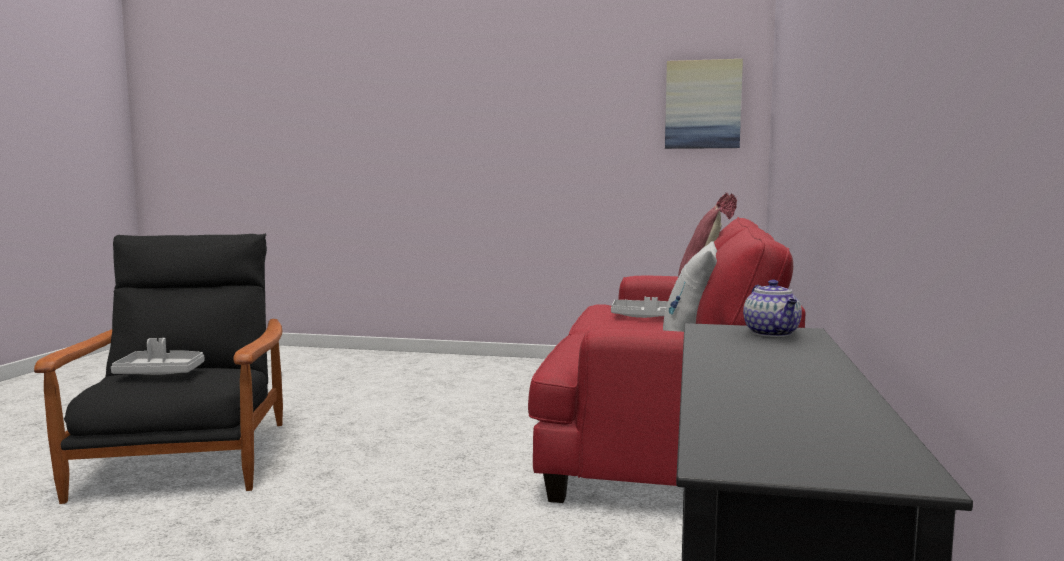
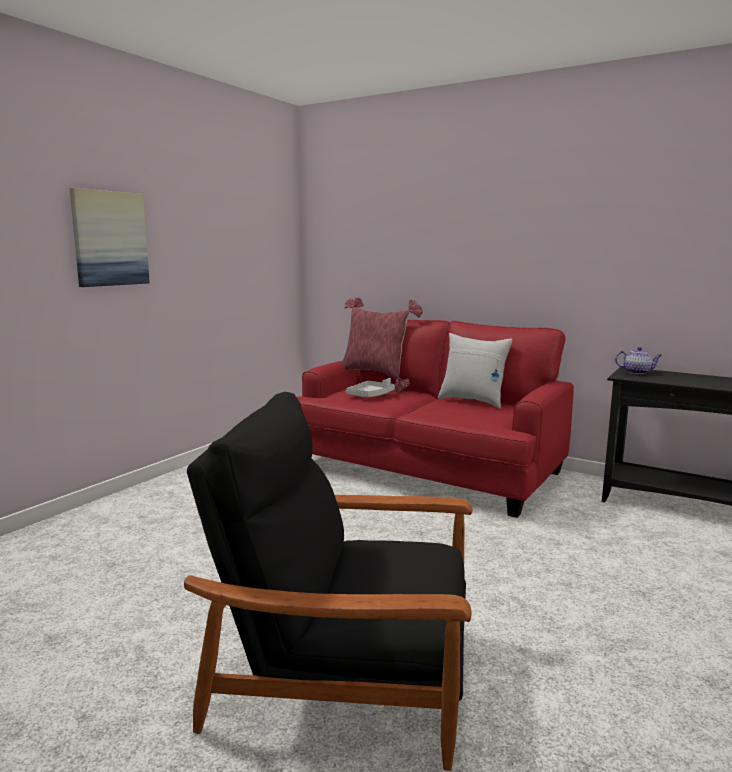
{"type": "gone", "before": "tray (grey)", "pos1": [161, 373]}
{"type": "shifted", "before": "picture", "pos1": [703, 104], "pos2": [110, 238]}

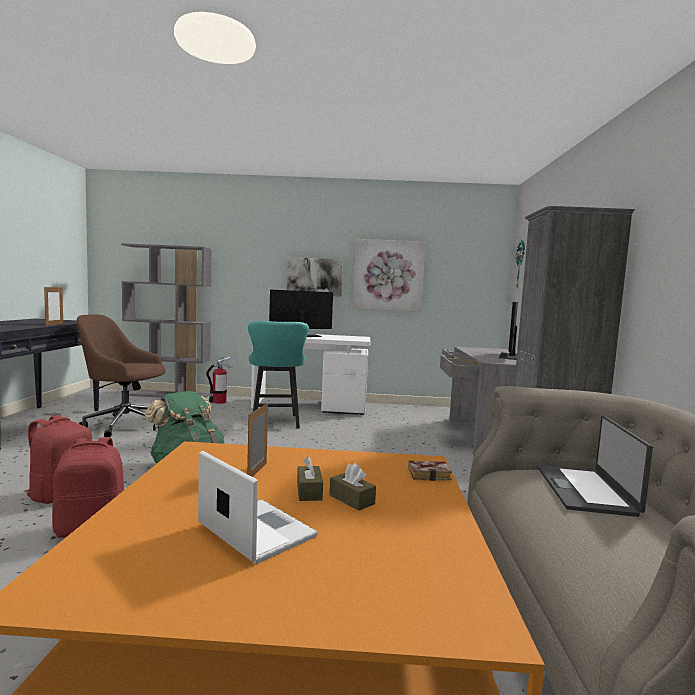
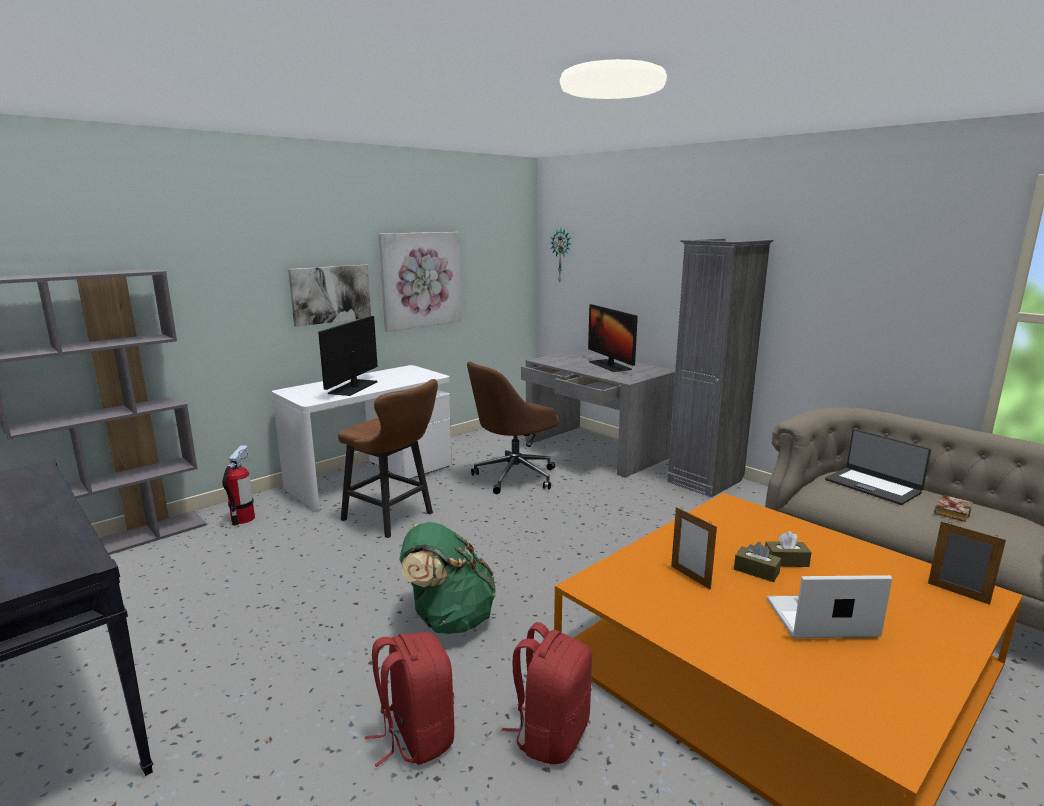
{"type": "shifted", "before": "picture frame", "pos1": [54, 324], "pos2": [958, 593]}
{"type": "shifted", "before": "office chair (brown)", "pos1": [124, 425], "pos2": [514, 477]}
{"type": "repainted", "before": "stool (turquoise)", "after": "stool (brown)", "pos1": [275, 424], "pos2": [395, 519]}
{"type": "shifted", "before": "book", "pos1": [430, 474], "pos2": [951, 511]}

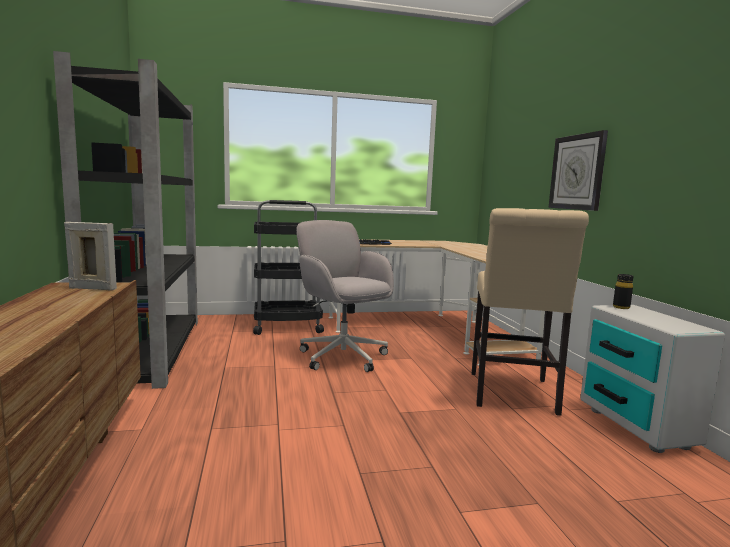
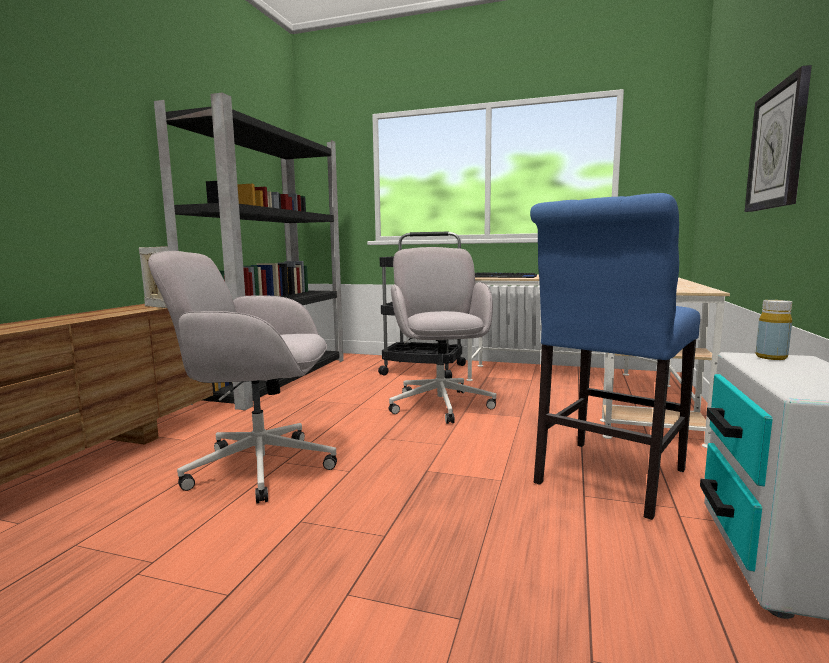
{"type": "repainted", "before": "stool (beige)", "after": "stool (blue)", "pos1": [512, 395], "pos2": [605, 480]}
{"type": "repainted", "before": "bottle (black)", "after": "bottle (yellow)", "pos1": [621, 307], "pos2": [771, 357]}
{"type": "new", "after": "office chair (grey)", "pos2": [259, 468]}

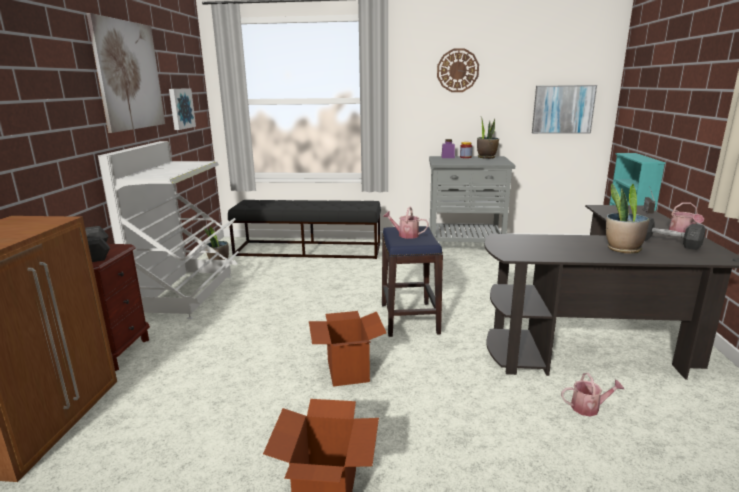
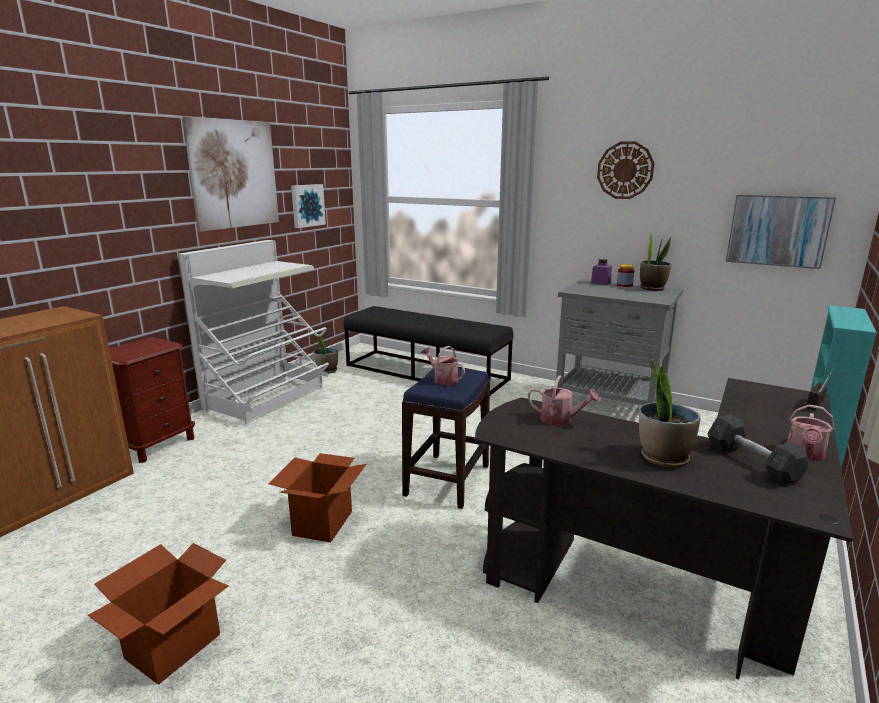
{"type": "gone", "before": "dumbbell (grey)", "pos1": [96, 253]}
{"type": "shifted", "before": "watering can", "pos1": [589, 407], "pos2": [560, 419]}

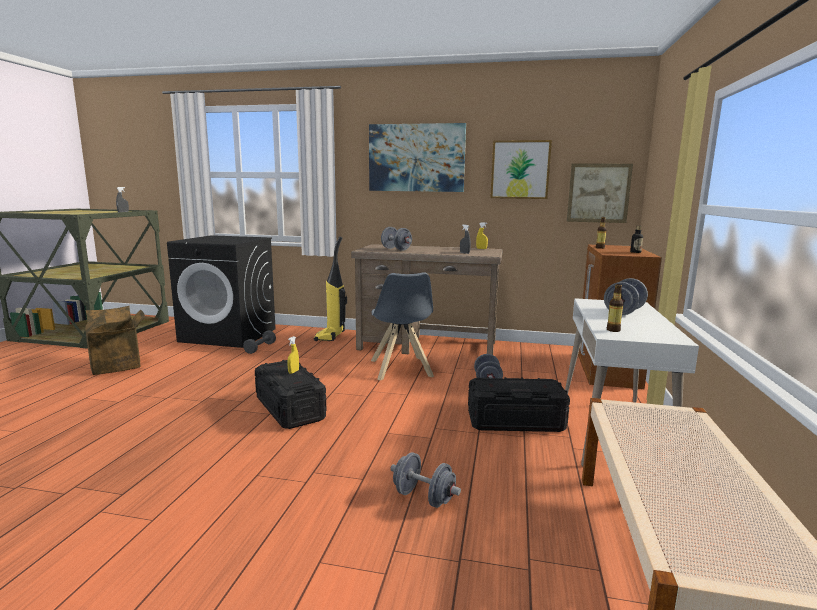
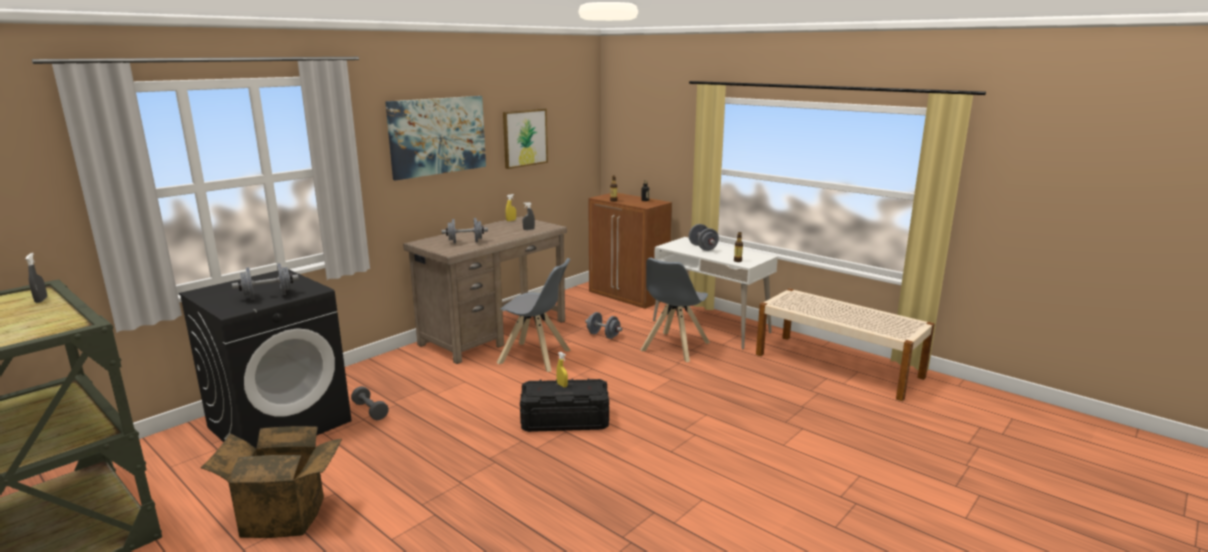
{"type": "gone", "before": "vacuum cleaner", "pos1": [330, 336]}
{"type": "shifted", "before": "dumbbell (grey)", "pos1": [424, 497], "pos2": [268, 296]}
{"type": "swapped", "before": "storage box (black)", "after": "chair (grey)", "pos1": [515, 421], "pos2": [674, 347]}
{"type": "gone", "before": "picture", "pos1": [598, 193]}

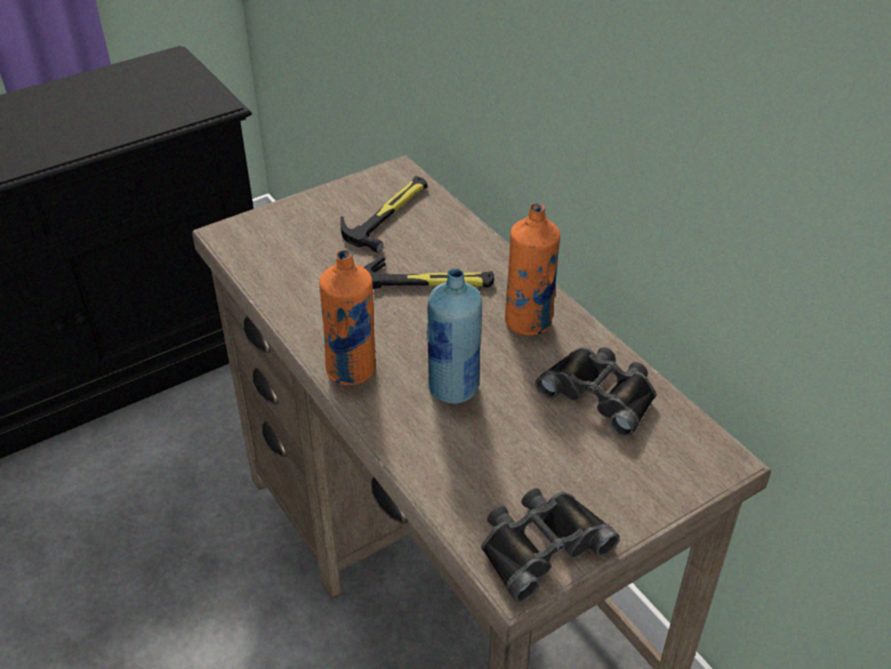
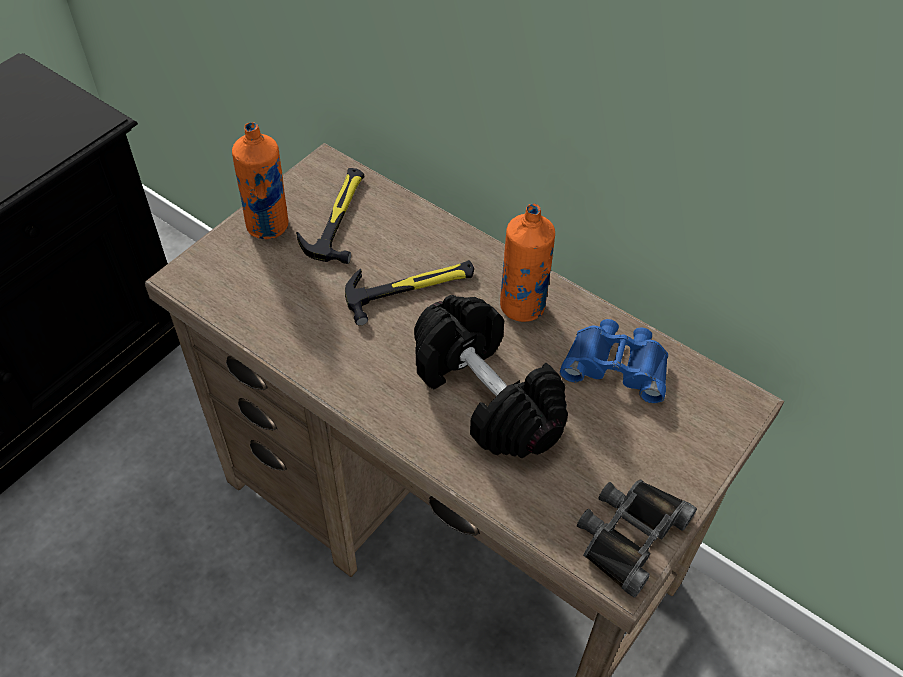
{"type": "shifted", "before": "bottle (orange)", "pos1": [352, 370], "pos2": [268, 226]}
{"type": "swapped", "before": "bottle (blue)", "after": "dumbbell (black)", "pos1": [453, 389], "pos2": [485, 395]}
{"type": "repainted", "before": "binoculars (black)", "after": "binoculars (blue)", "pos1": [601, 393], "pos2": [616, 364]}

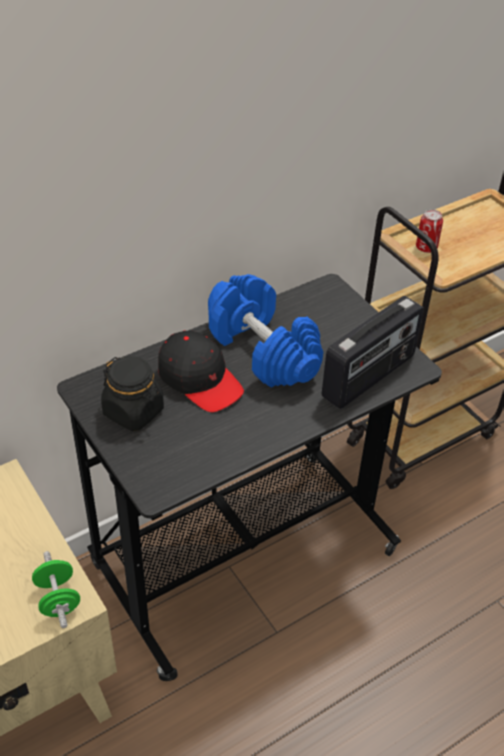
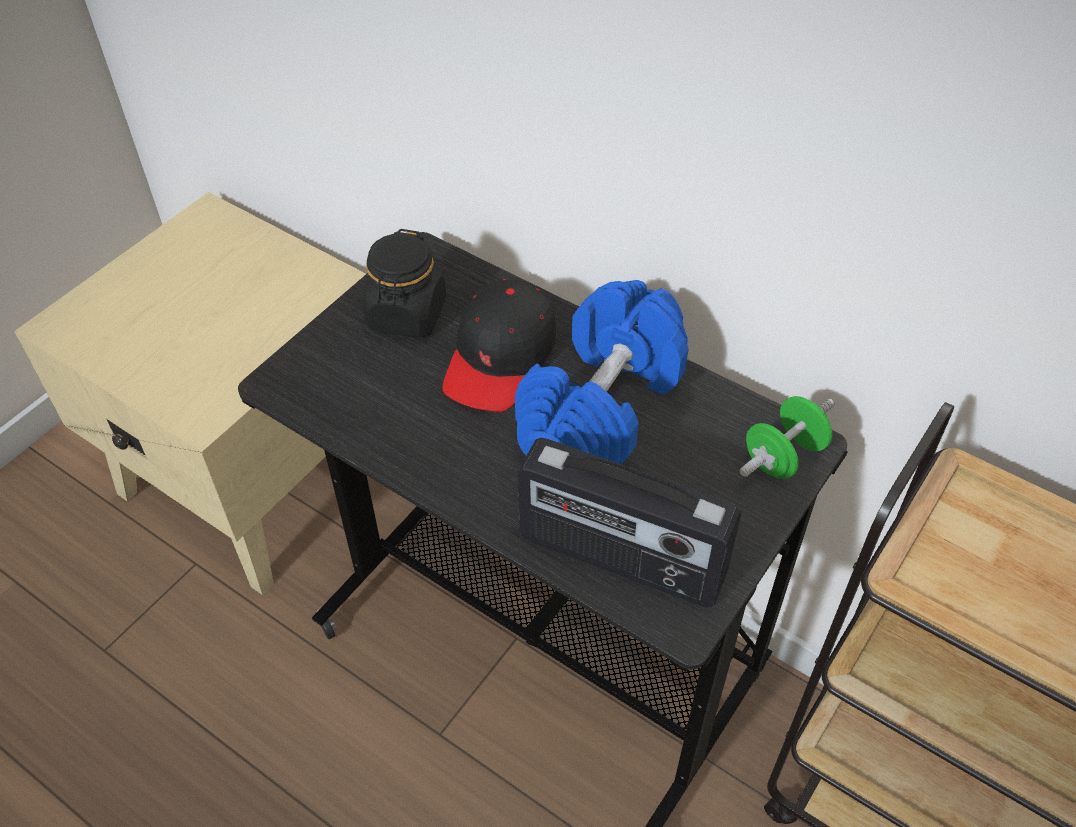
{"type": "shifted", "before": "dumbbell (green)", "pos1": [58, 599], "pos2": [783, 456]}
{"type": "gone", "before": "can", "pos1": [426, 247]}

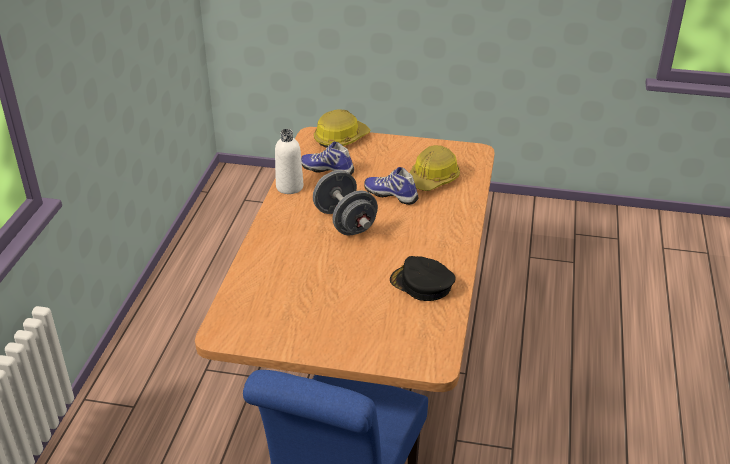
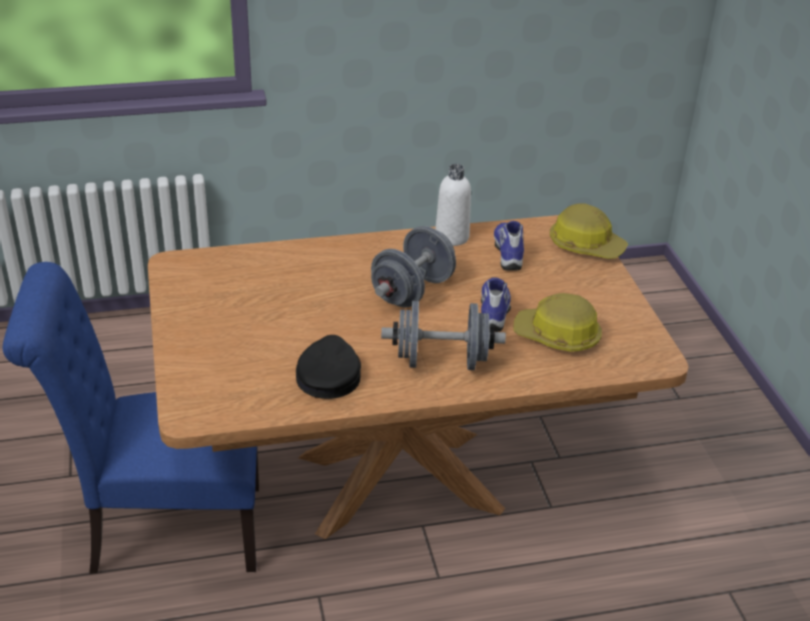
{"type": "new", "after": "dumbbell (grey)", "pos2": [441, 361]}

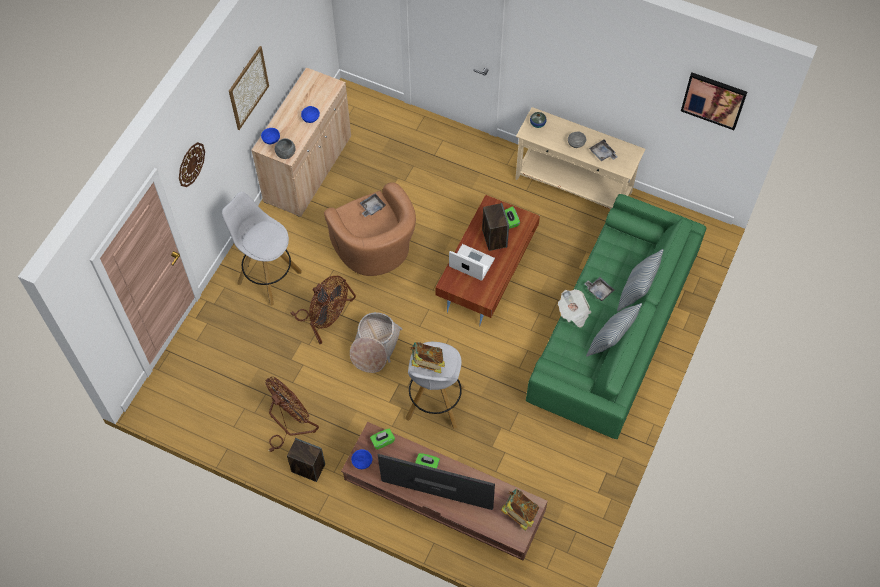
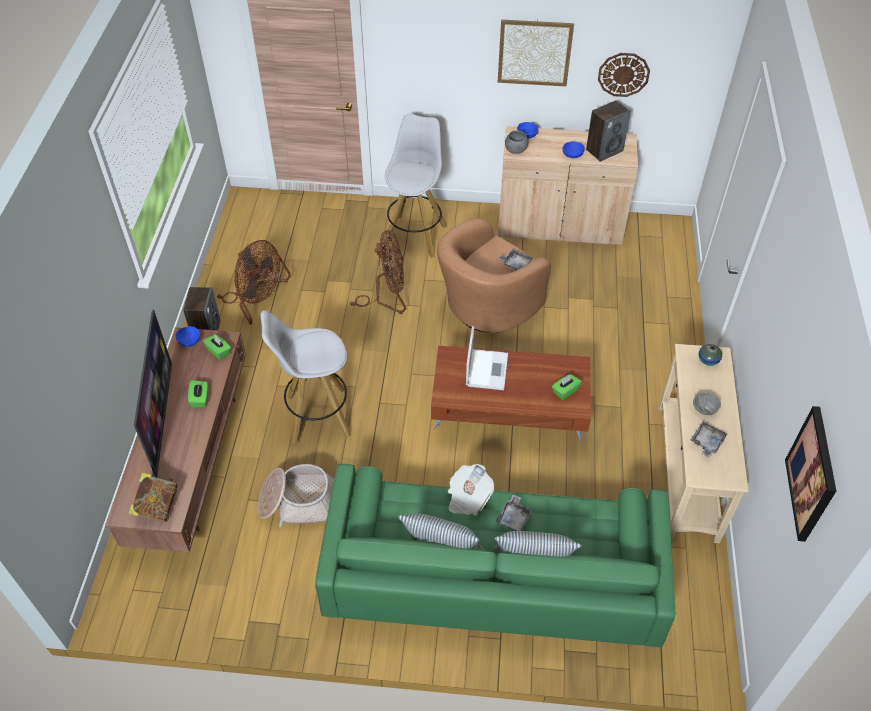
{"type": "shifted", "before": "wall clock", "pos1": [191, 164], "pos2": [623, 74]}
{"type": "rotated", "before": "fan (brown)", "pos1": [325, 318], "pos2": [386, 292], "turn": -105}
{"type": "shifted", "before": "basket", "pos1": [374, 347], "pos2": [297, 503]}
{"type": "gone", "before": "book", "pos1": [427, 363]}
{"type": "shifted", "before": "speaker", "pos1": [494, 238], "pos2": [604, 150]}

